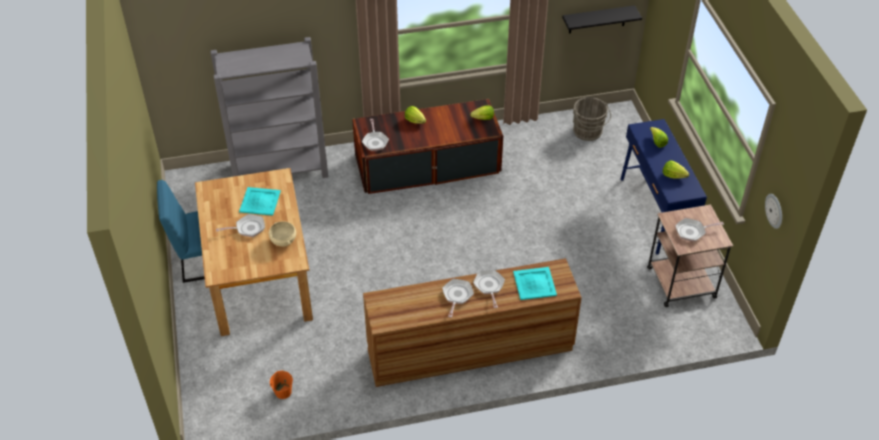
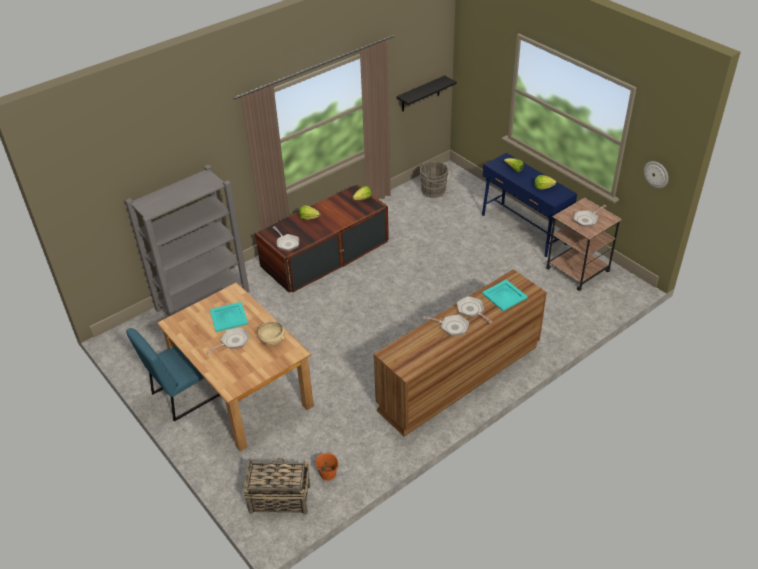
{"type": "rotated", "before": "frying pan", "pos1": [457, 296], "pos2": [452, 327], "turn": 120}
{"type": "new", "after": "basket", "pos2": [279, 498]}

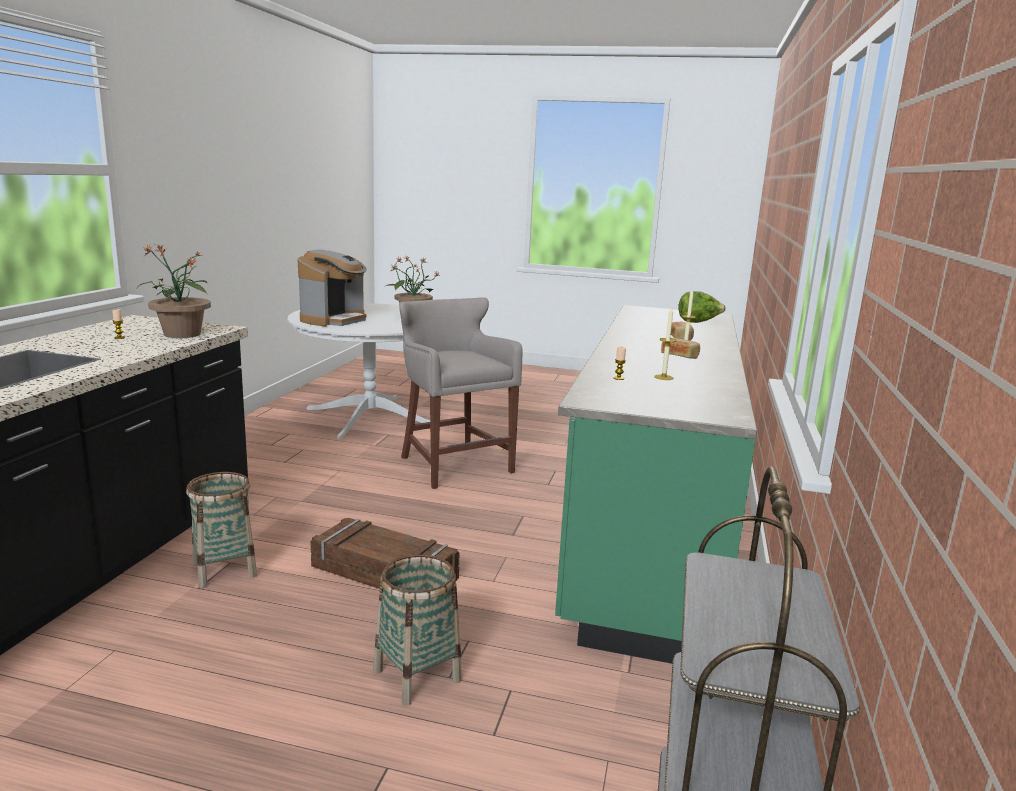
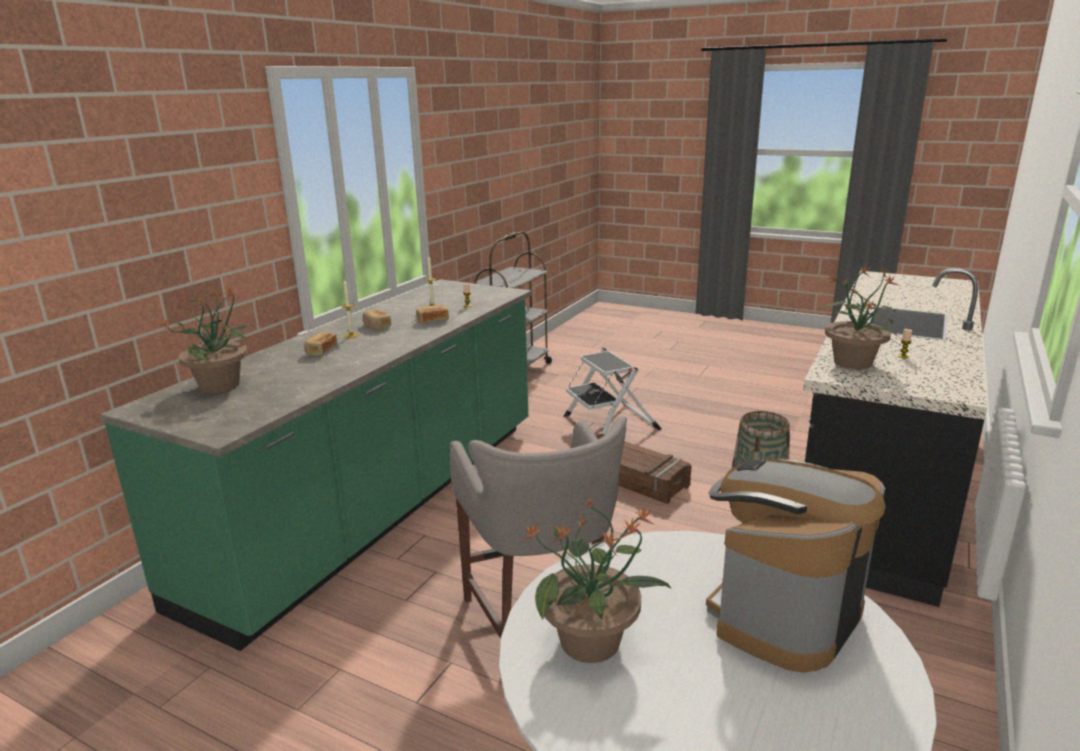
{"type": "swapped", "before": "basket", "after": "step ladder", "pos1": [416, 675], "pos2": [610, 423]}
{"type": "swapped", "before": "lettuce", "after": "potted plant", "pos1": [698, 322], "pos2": [221, 385]}
{"type": "new", "after": "bread", "pos2": [433, 320]}

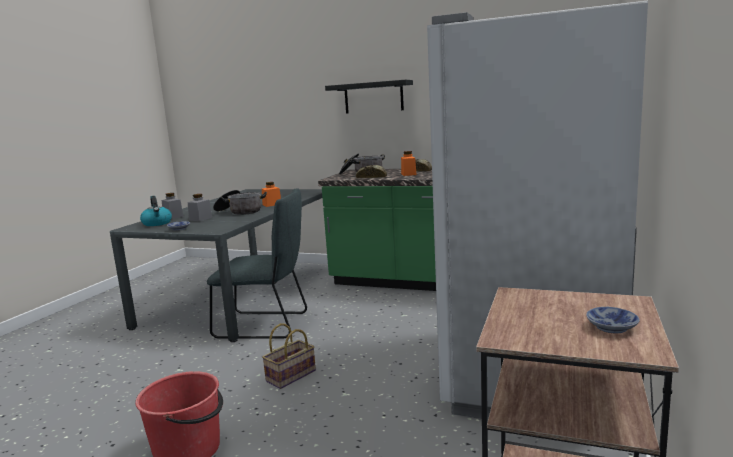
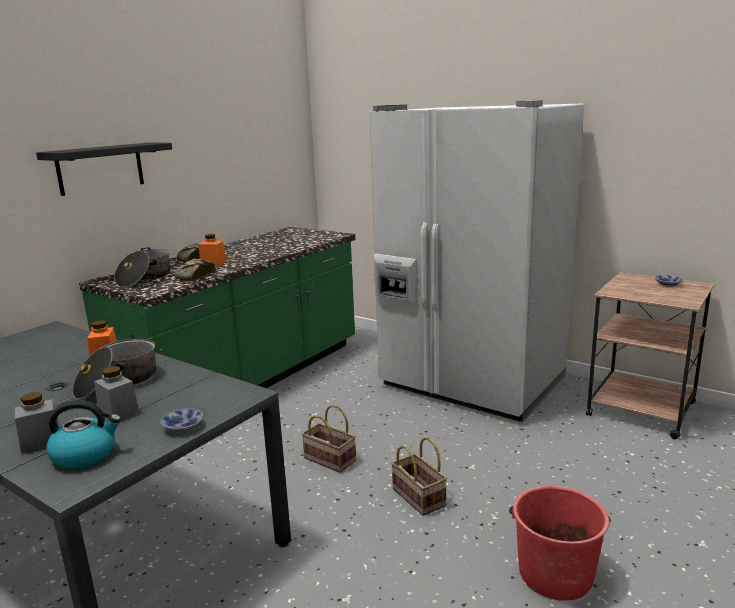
{"type": "gone", "before": "chair (grey)", "pos1": [266, 325]}
{"type": "new", "after": "basket", "pos2": [328, 460]}

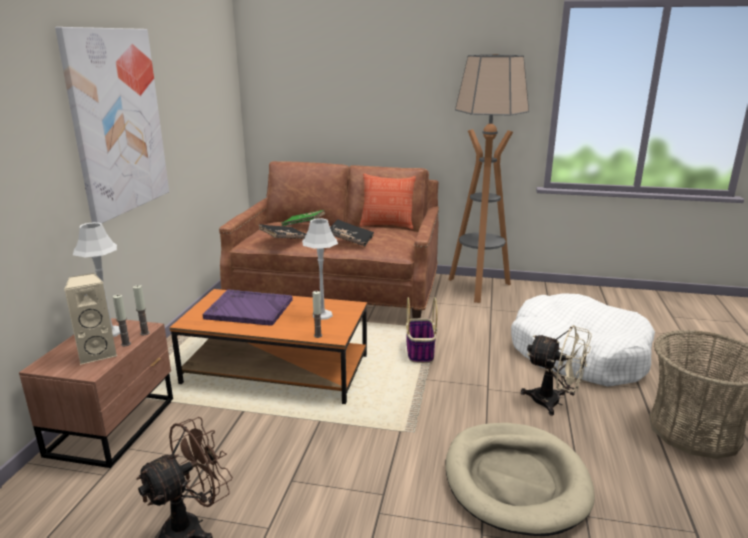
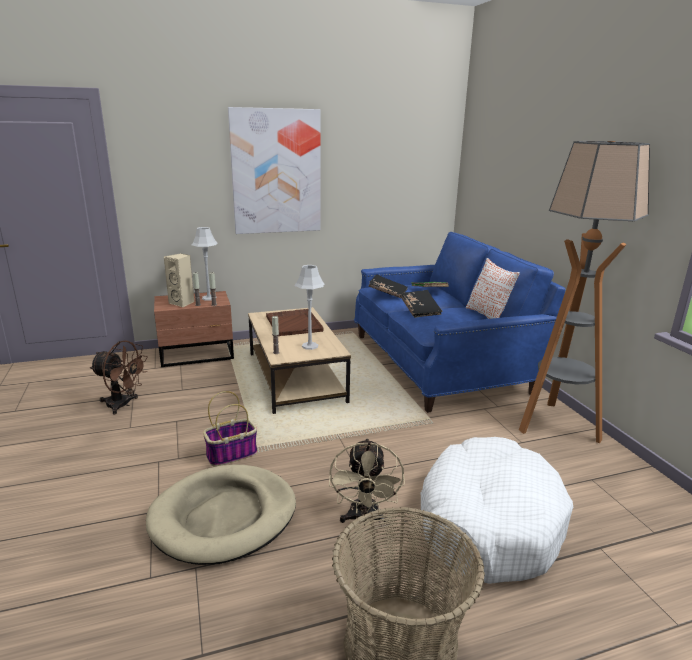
{"type": "repainted", "before": "coffee table (orange)", "after": "coffee table (beige)", "pos1": [278, 369], "pos2": [296, 377]}
{"type": "repainted", "before": "tray (purple)", "after": "tray (brown)", "pos1": [248, 309], "pos2": [293, 323]}
{"type": "repainted", "before": "sofa (brown)", "after": "sofa (blue)", "pos1": [338, 291], "pos2": [440, 362]}
{"type": "repainted", "before": "pillow (orange)", "after": "pillow (white)", "pos1": [387, 226], "pos2": [487, 316]}
{"type": "shifted", "before": "basket", "pos1": [420, 351], "pos2": [232, 454]}

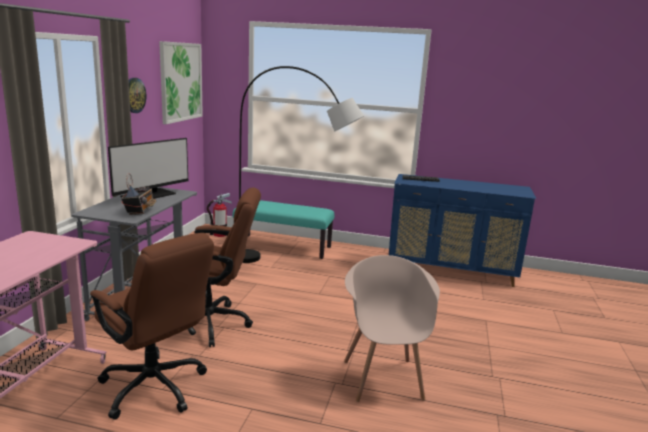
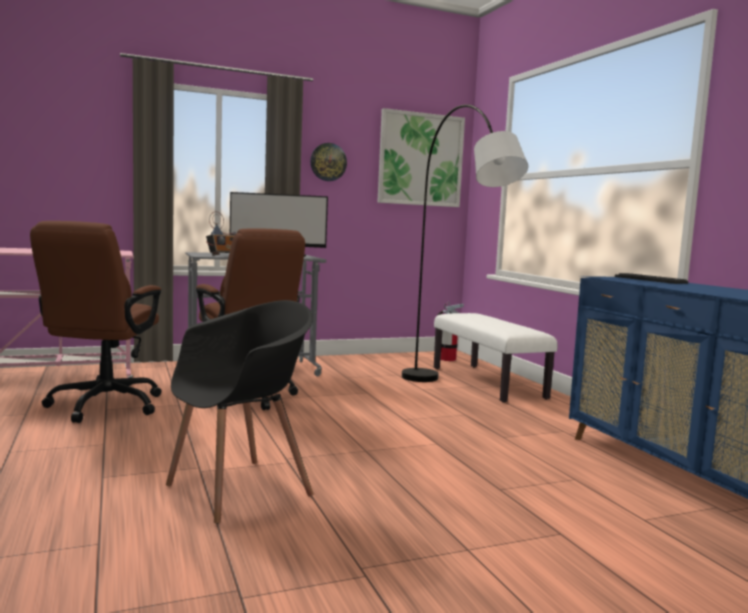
{"type": "repainted", "before": "bench (turquoise)", "after": "bench (white)", "pos1": [283, 246], "pos2": [488, 382]}
{"type": "repainted", "before": "chair (beige)", "after": "chair (black)", "pos1": [383, 379], "pos2": [240, 490]}

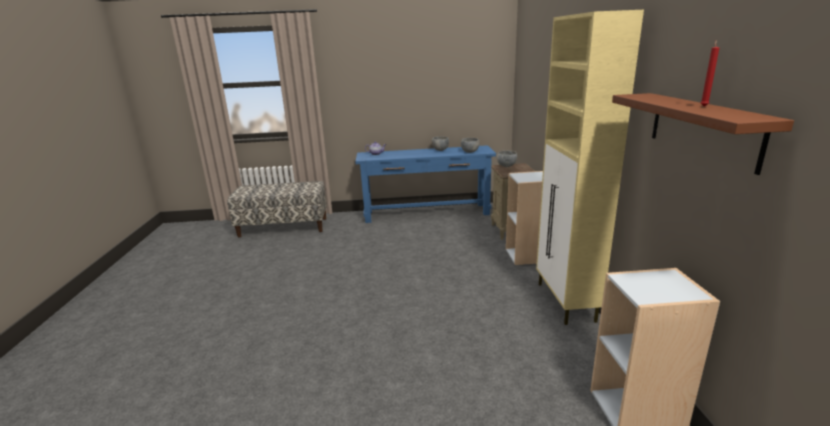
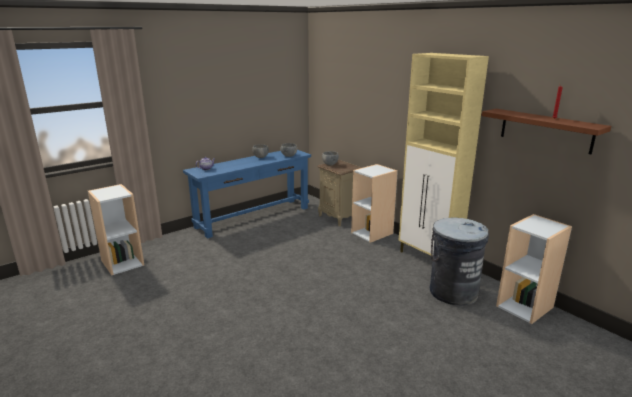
{"type": "swapped", "before": "bench", "after": "bookcase", "pos1": [283, 227], "pos2": [122, 262]}
{"type": "new", "after": "trash can (grey)", "pos2": [452, 291]}

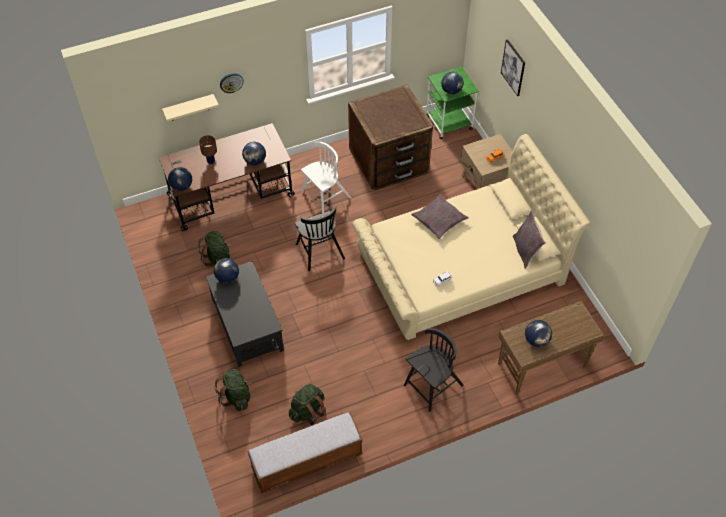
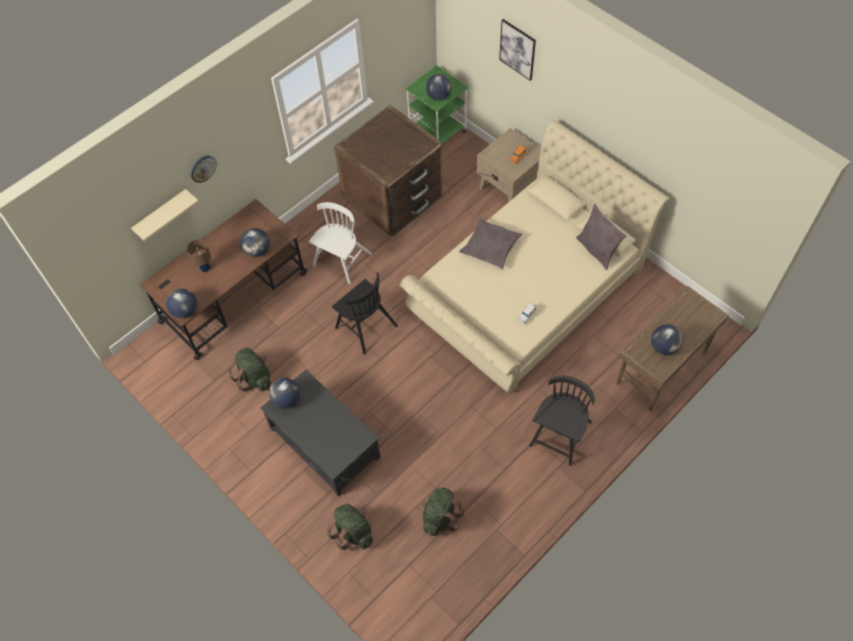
{"type": "gone", "before": "bench", "pos1": [306, 461]}

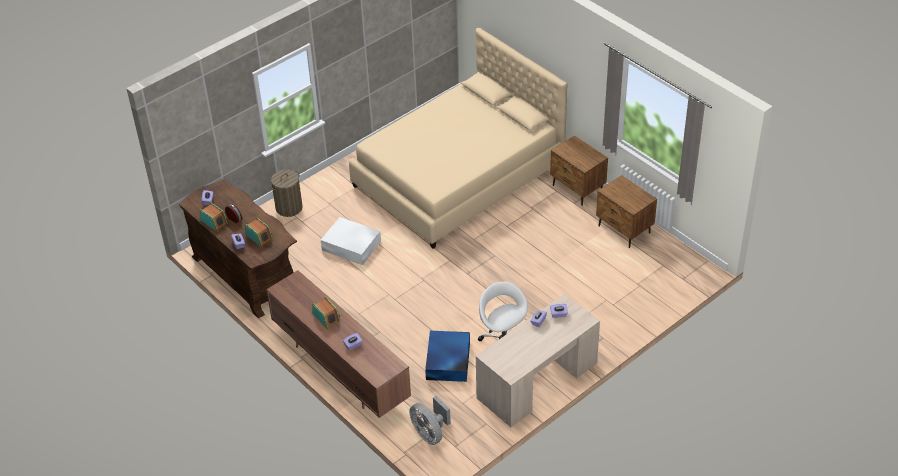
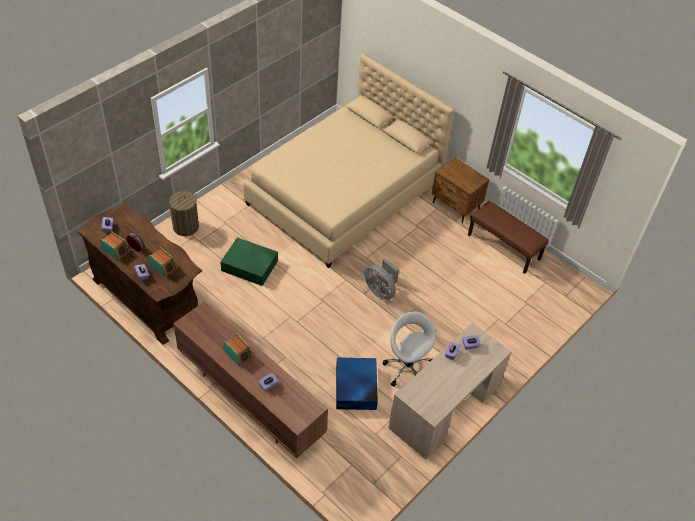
{"type": "repainted", "before": "storage box (white)", "after": "storage box (green)", "pos1": [352, 246], "pos2": [250, 266]}
{"type": "shifted", "before": "fan (grey)", "pos1": [430, 433], "pos2": [380, 291]}
{"type": "swapped", "before": "nightstand (brown)", "after": "bench (brown)", "pos1": [624, 230], "pos2": [504, 247]}

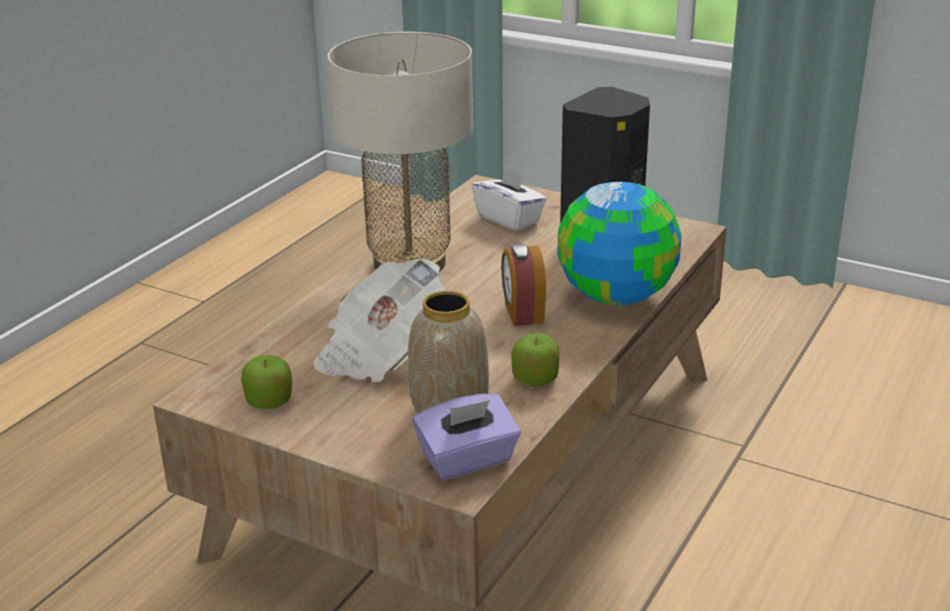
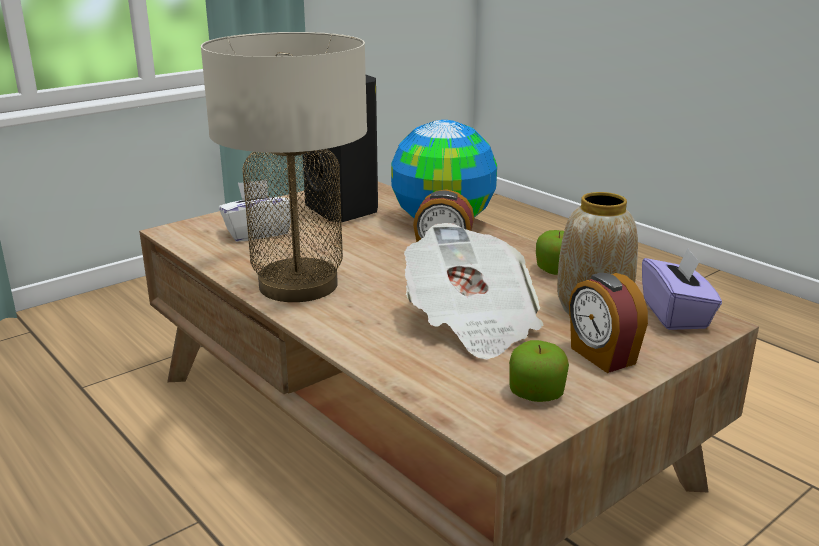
{"type": "new", "after": "alarm clock", "pos2": [601, 356]}

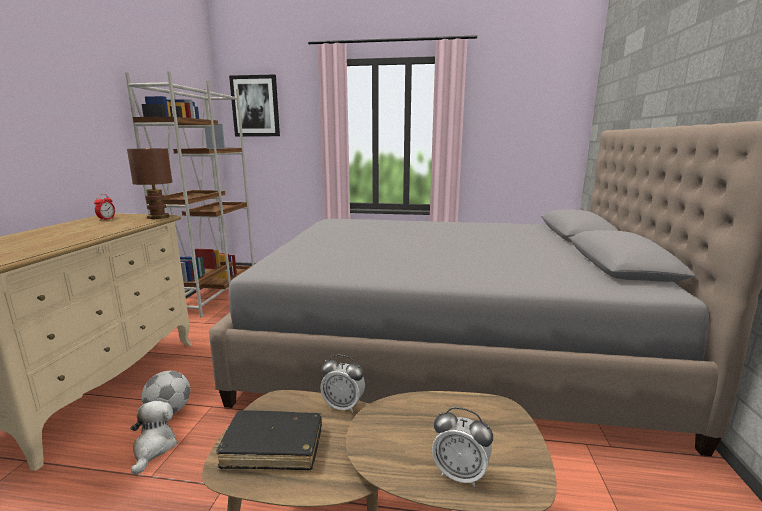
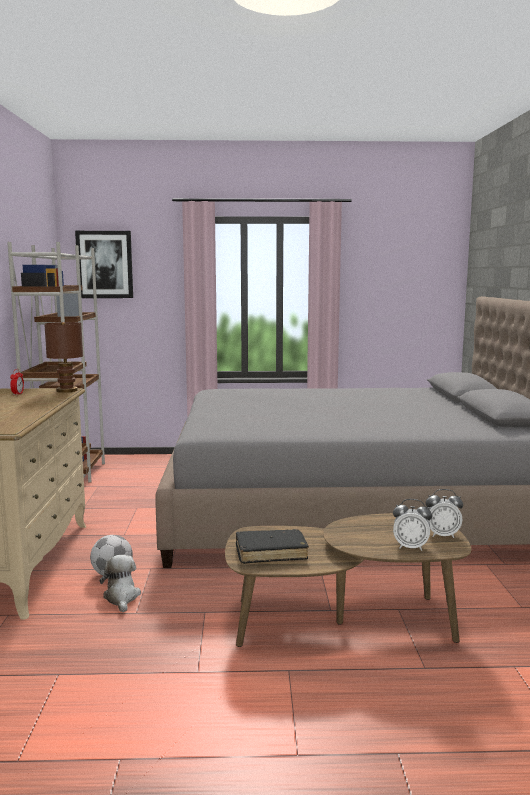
{"type": "shifted", "before": "alarm clock", "pos1": [343, 406], "pos2": [442, 535]}

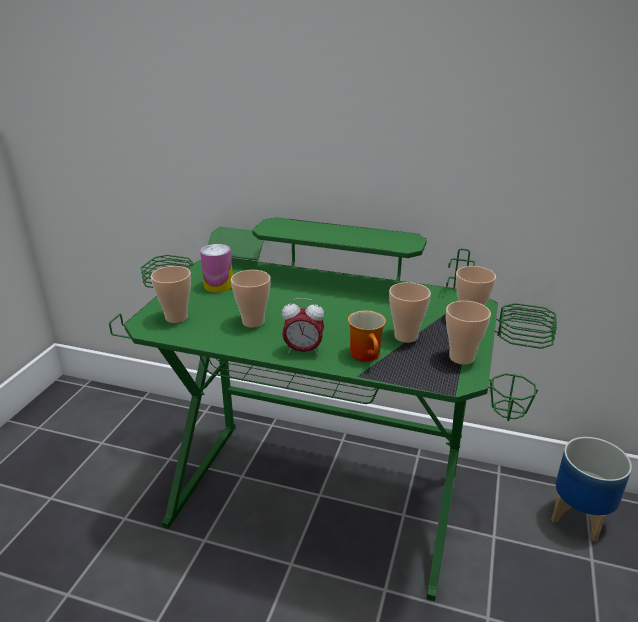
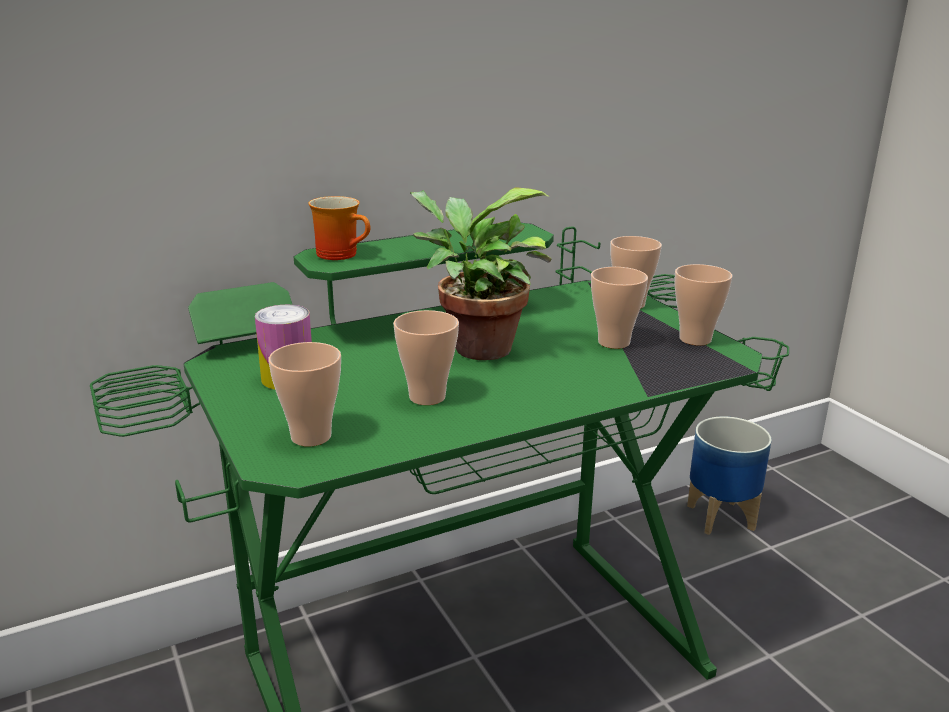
{"type": "gone", "before": "alarm clock", "pos1": [303, 351]}
{"type": "shifted", "before": "mug", "pos1": [368, 355], "pos2": [342, 254]}
{"type": "new", "after": "potted plant", "pos2": [474, 348]}

